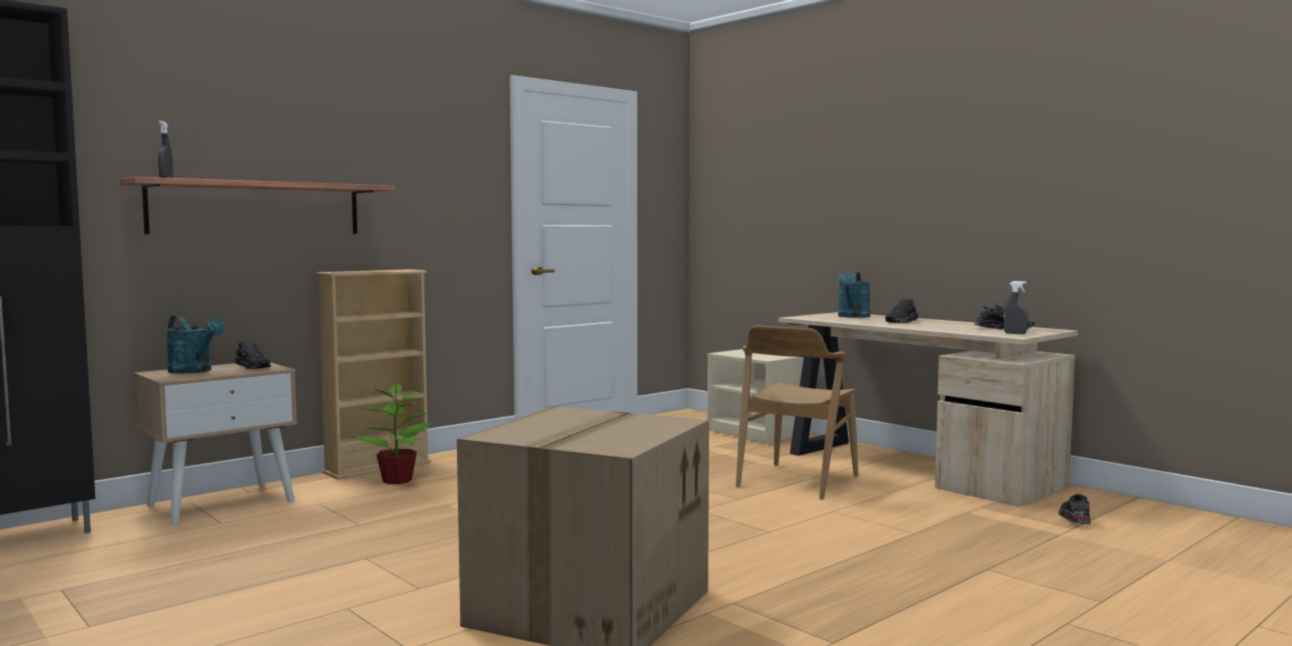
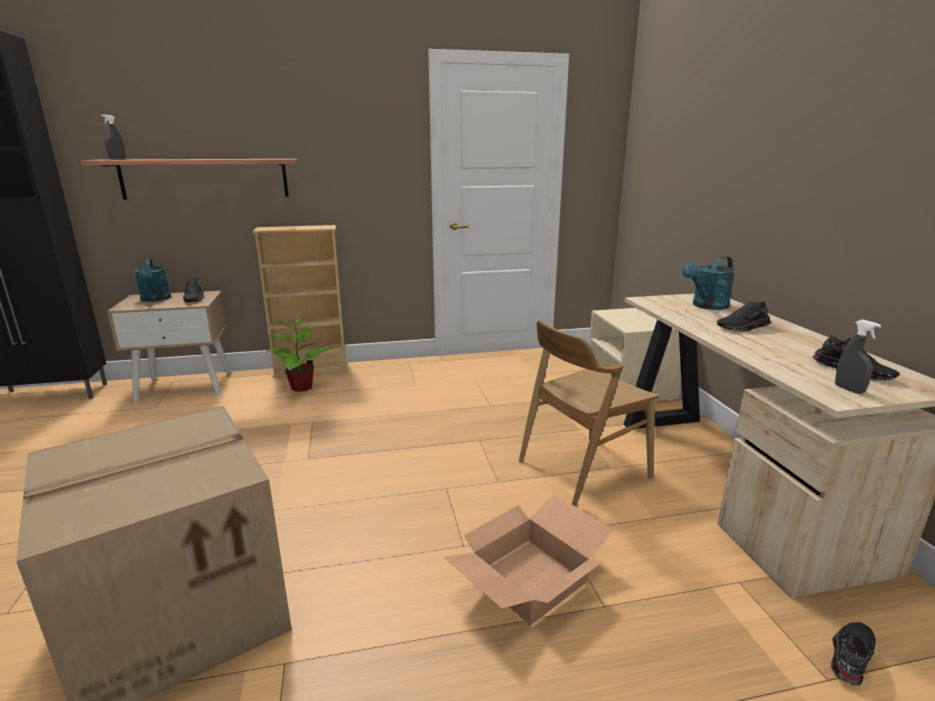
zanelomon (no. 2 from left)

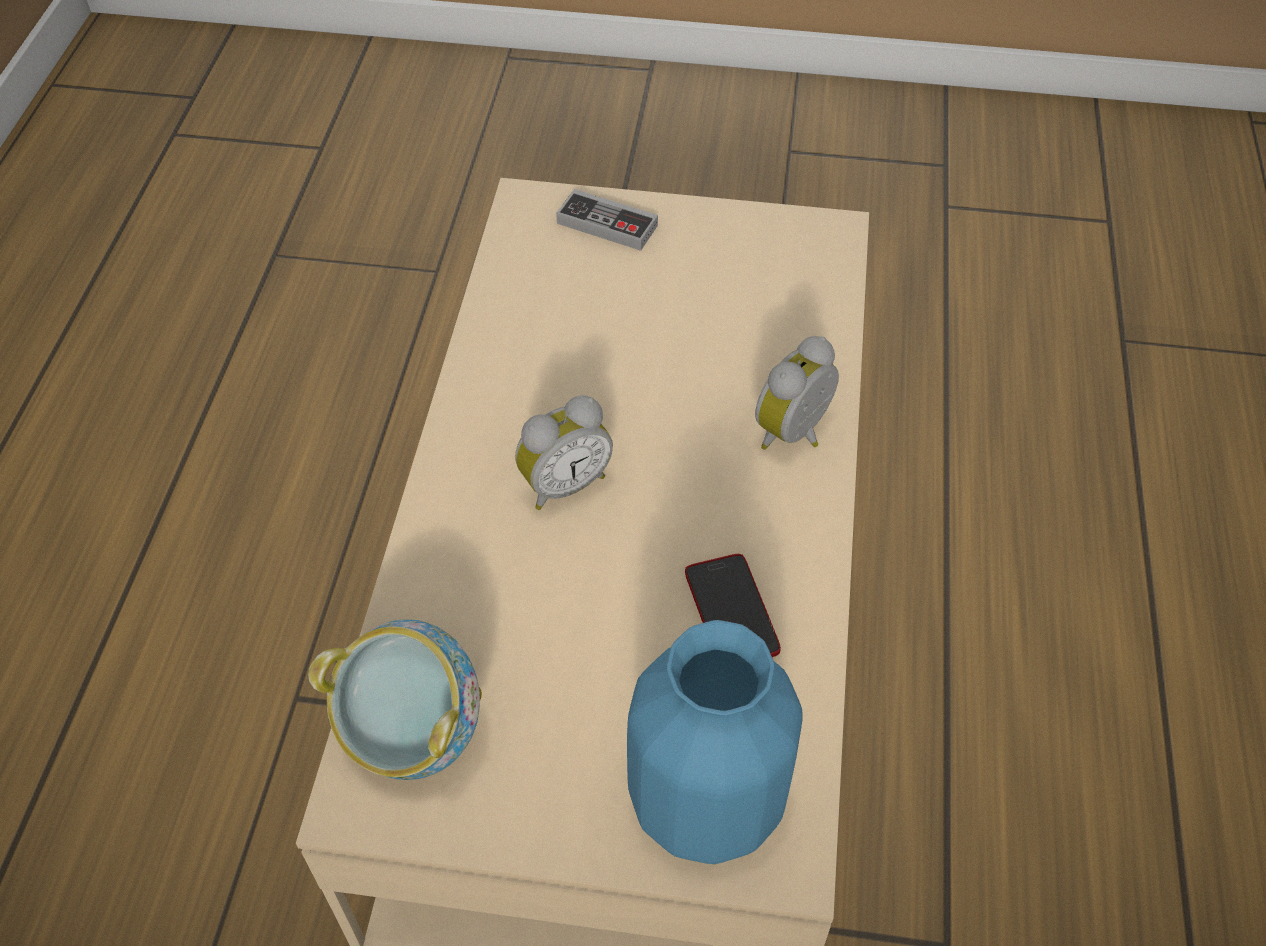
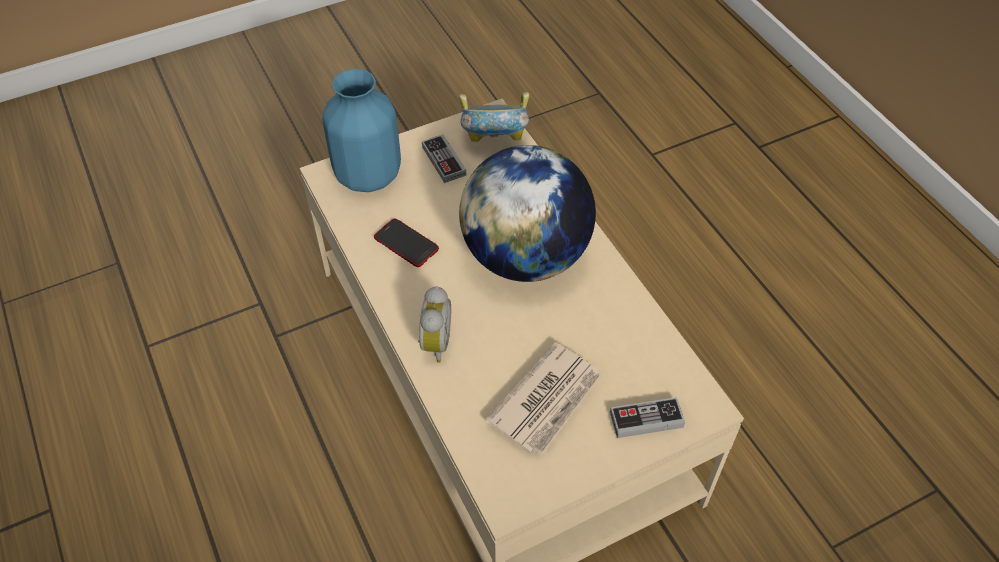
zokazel (no. 1 from left); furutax; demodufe

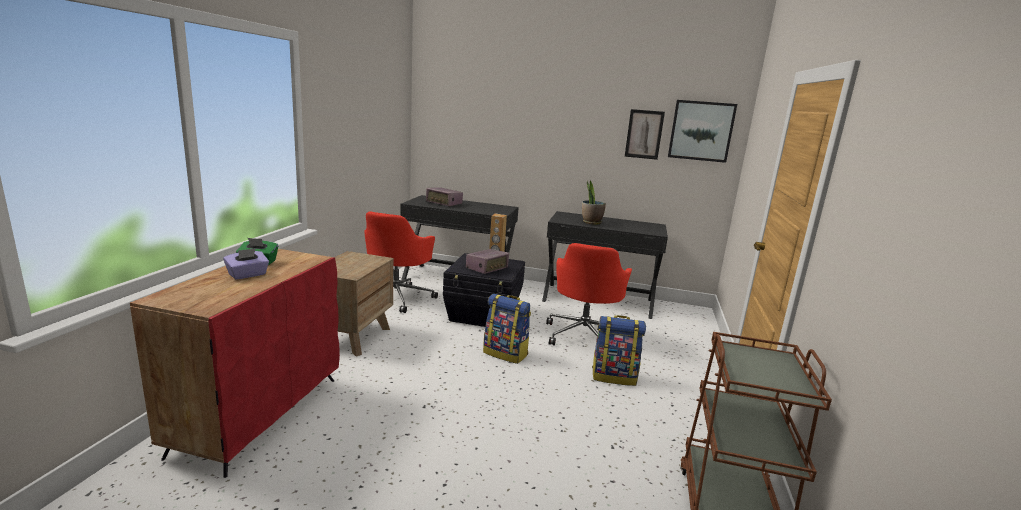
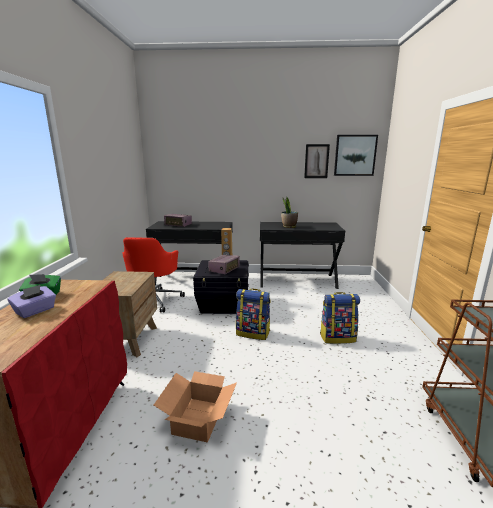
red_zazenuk (no. 2 from left in the first image); zanelomon

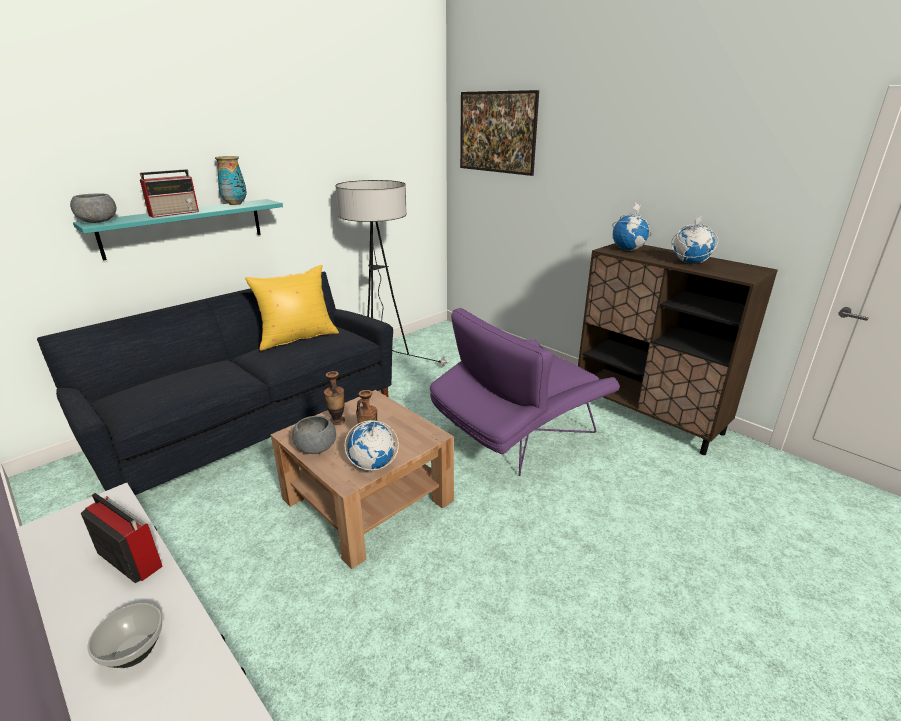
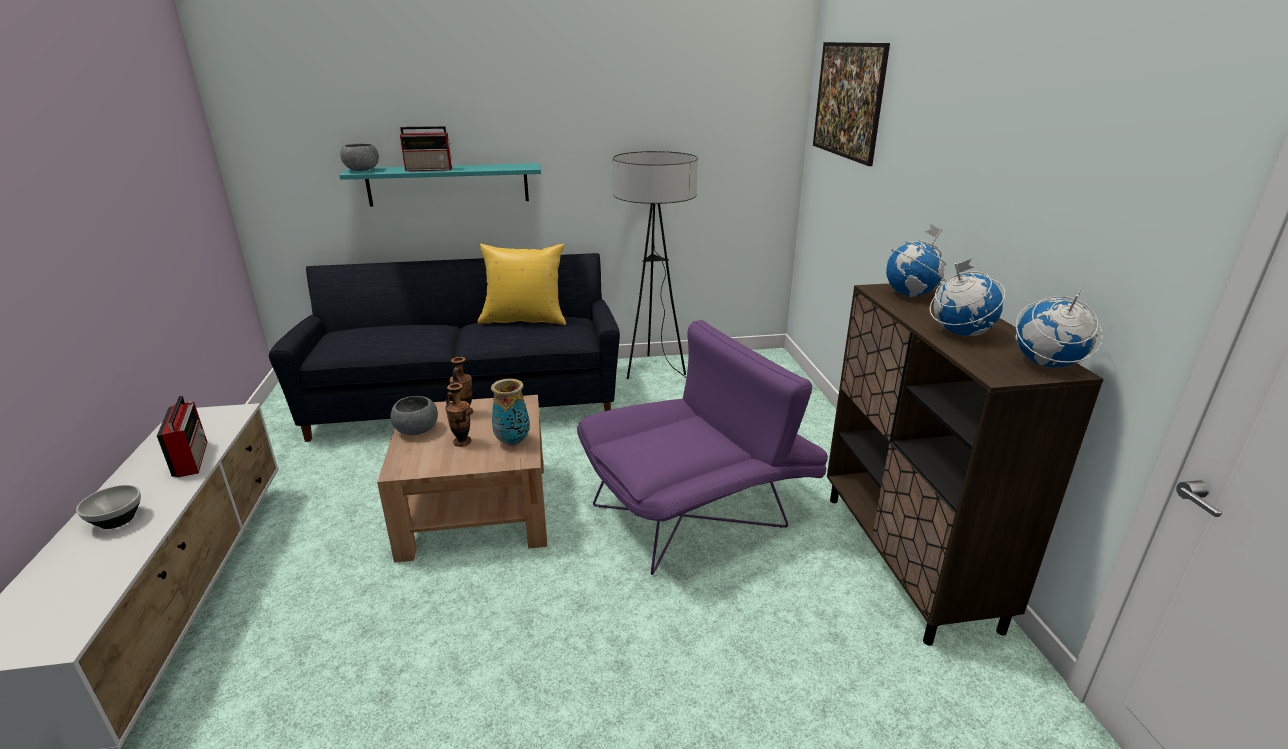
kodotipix (no. 3 from left); demodufe (no. 3 from left); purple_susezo

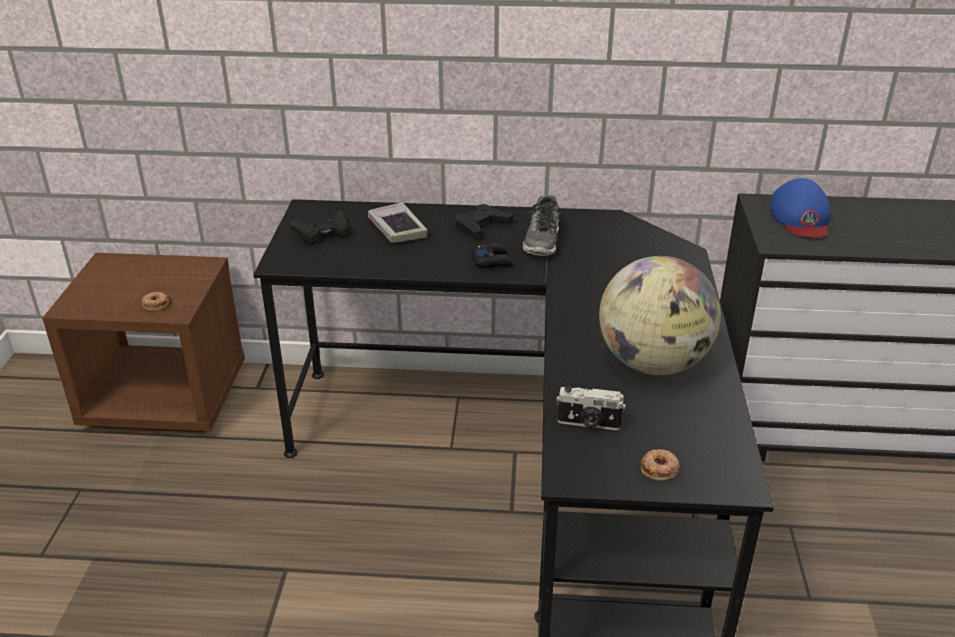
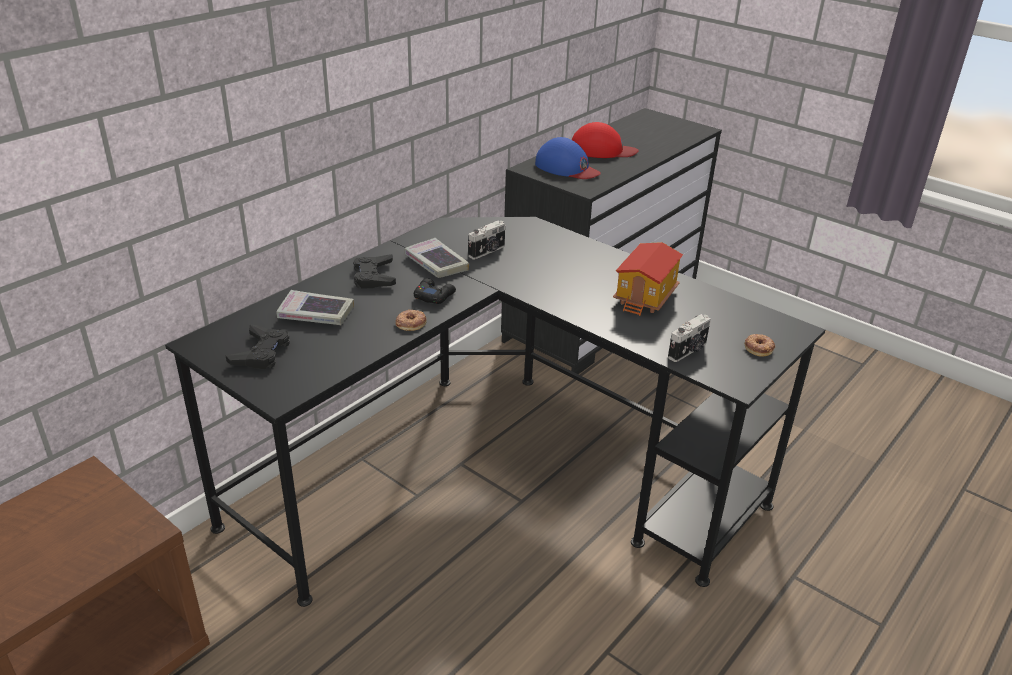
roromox (no. 1 from left); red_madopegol; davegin (no. 1 from left); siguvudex (no. 2 from left); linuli

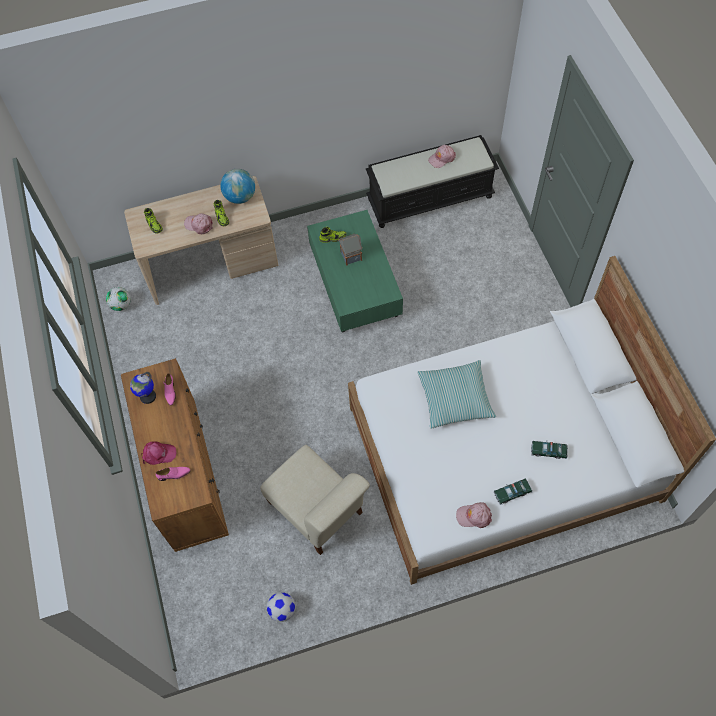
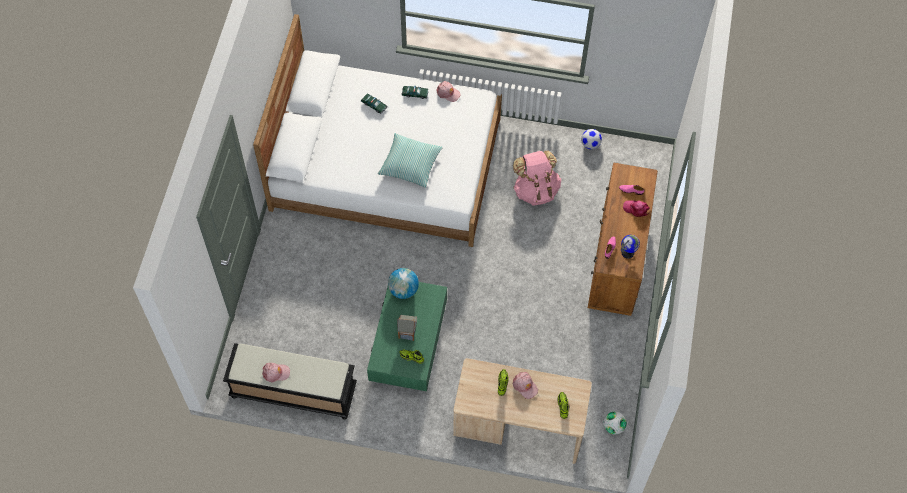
demodufe (no. 1 from left); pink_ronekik

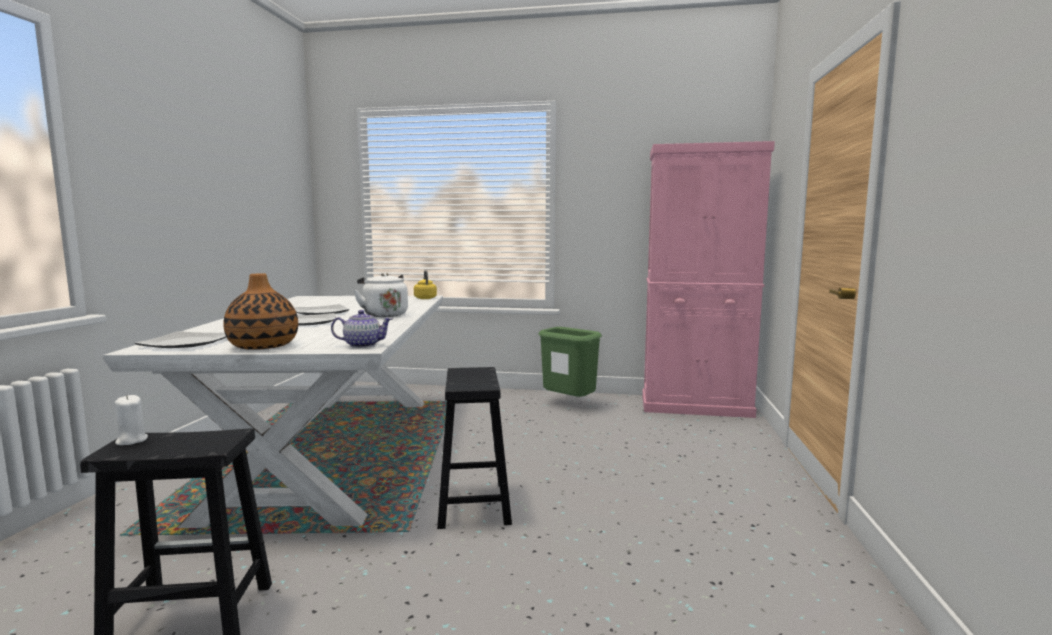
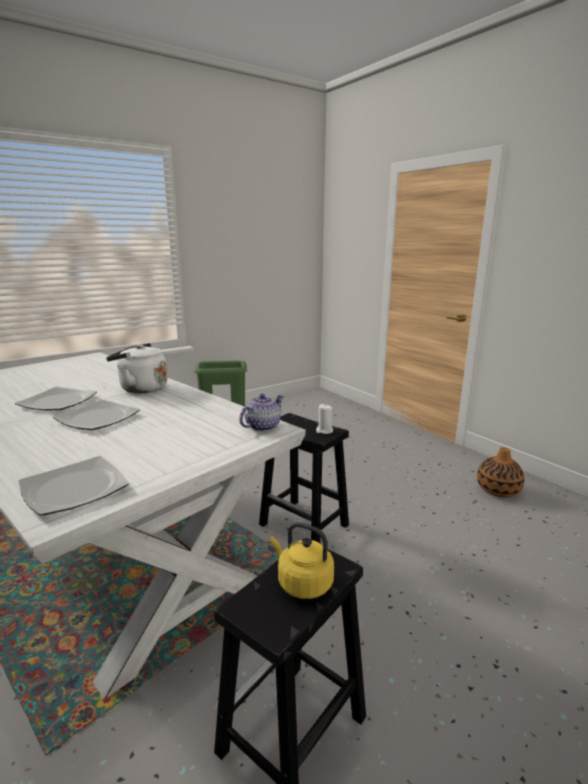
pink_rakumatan; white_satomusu; kodotipix; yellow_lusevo

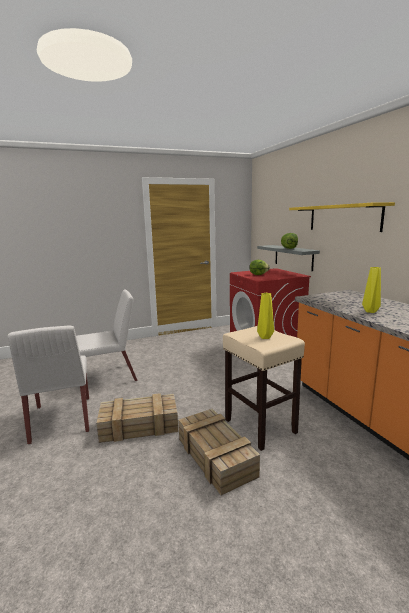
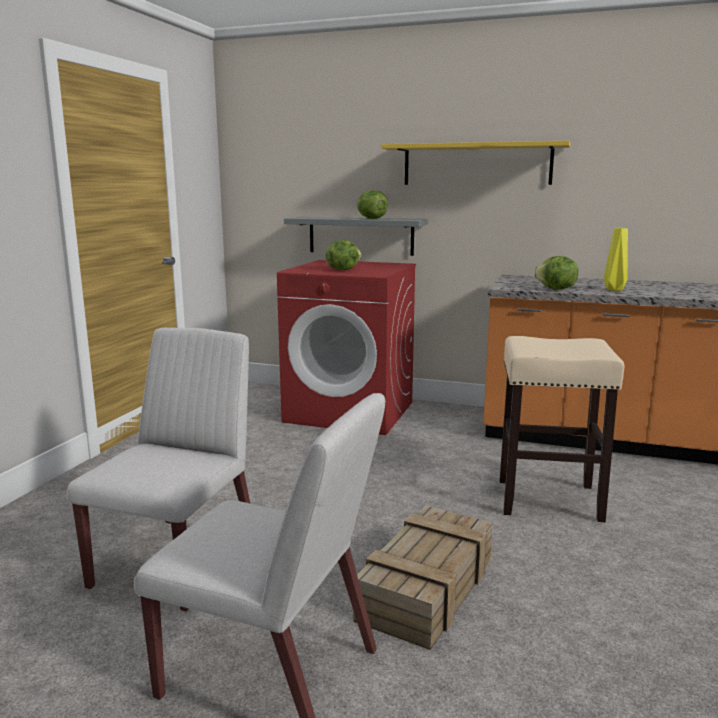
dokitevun (no. 2 from left in the first image); yellow_kodotipix (no. 1 from left in the first image); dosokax (no. 3 from left)

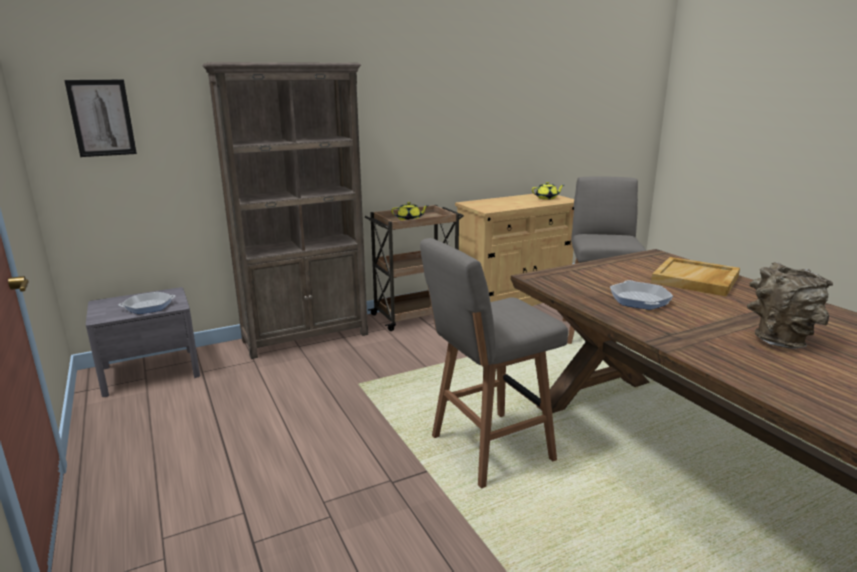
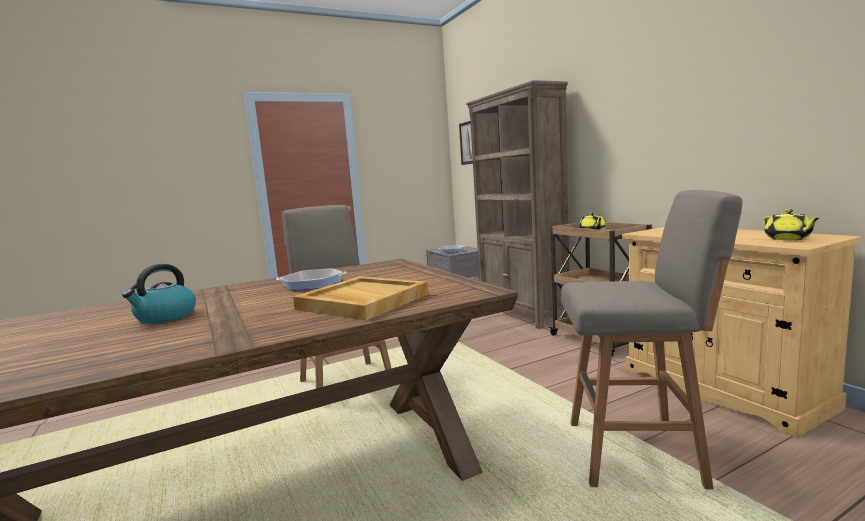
lusevo

